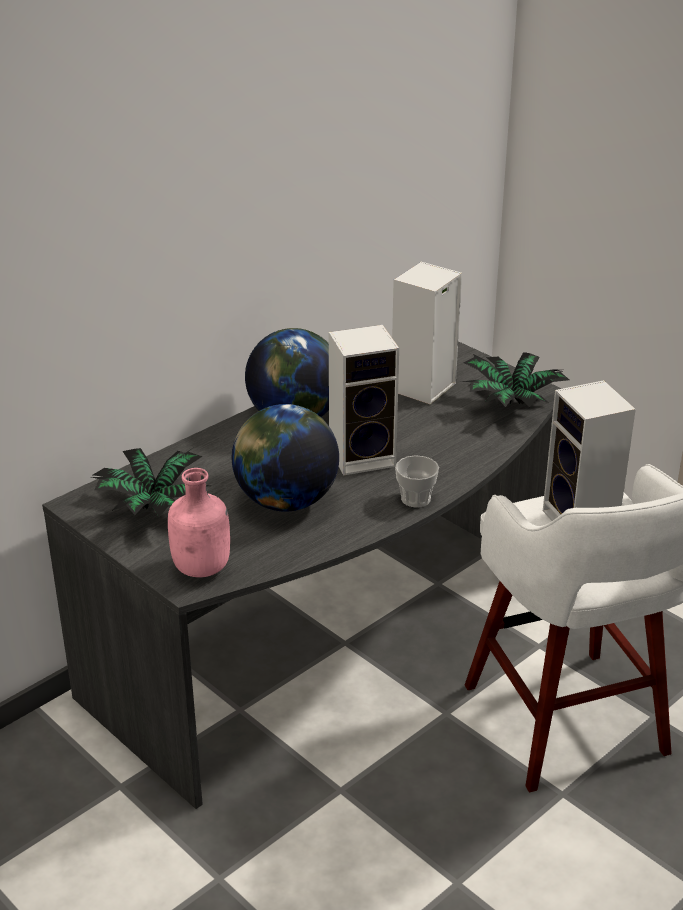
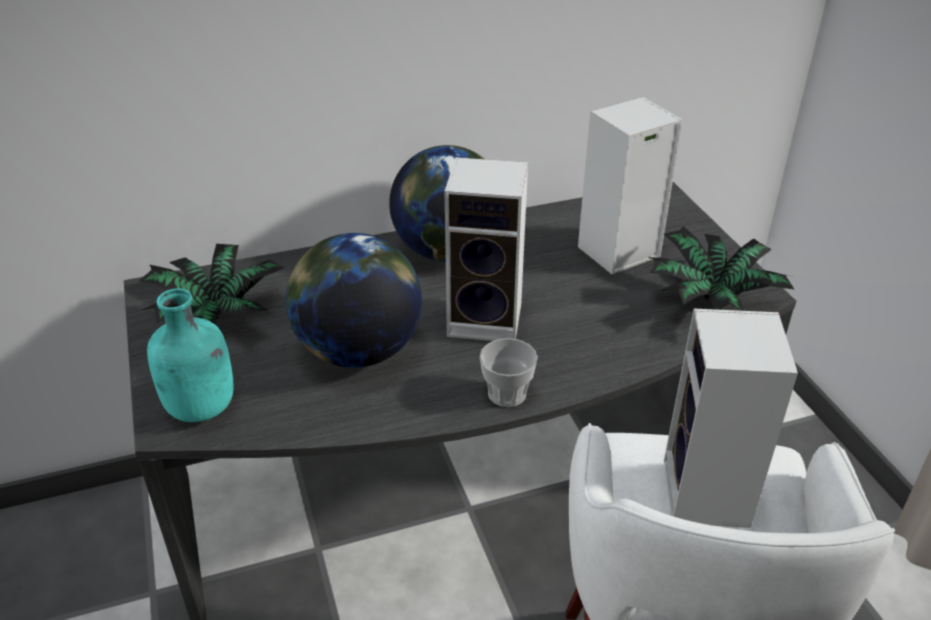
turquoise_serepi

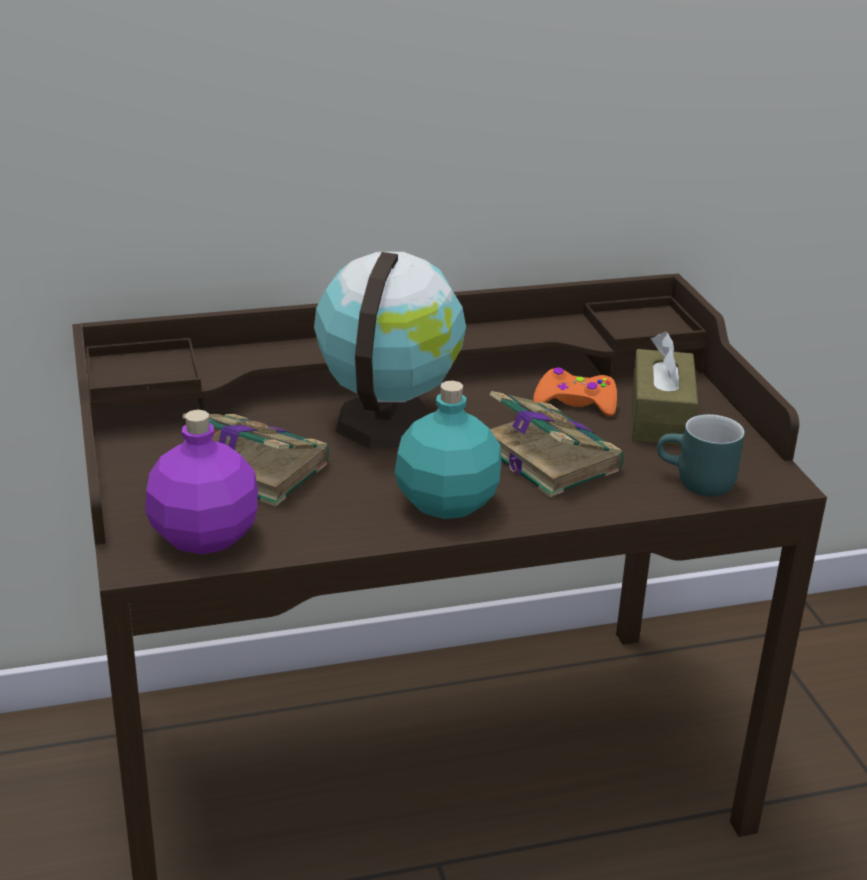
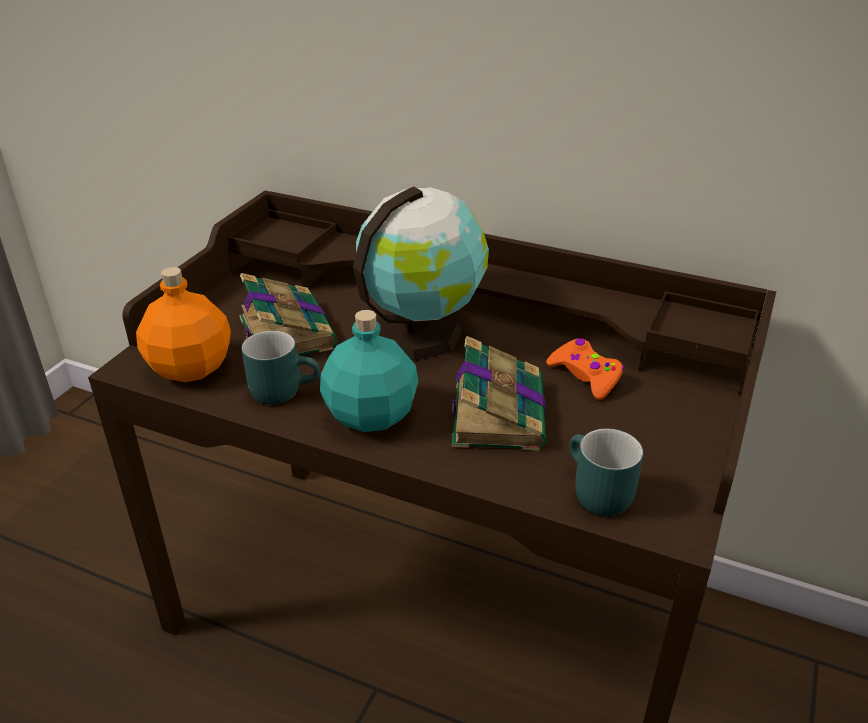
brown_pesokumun; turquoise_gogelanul (no. 1 from left); orange_serepi

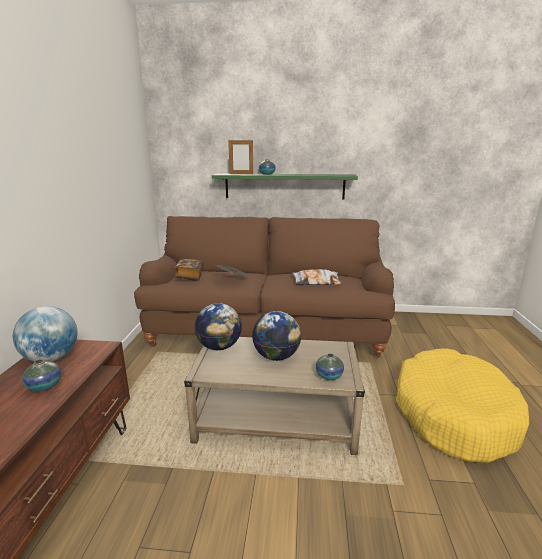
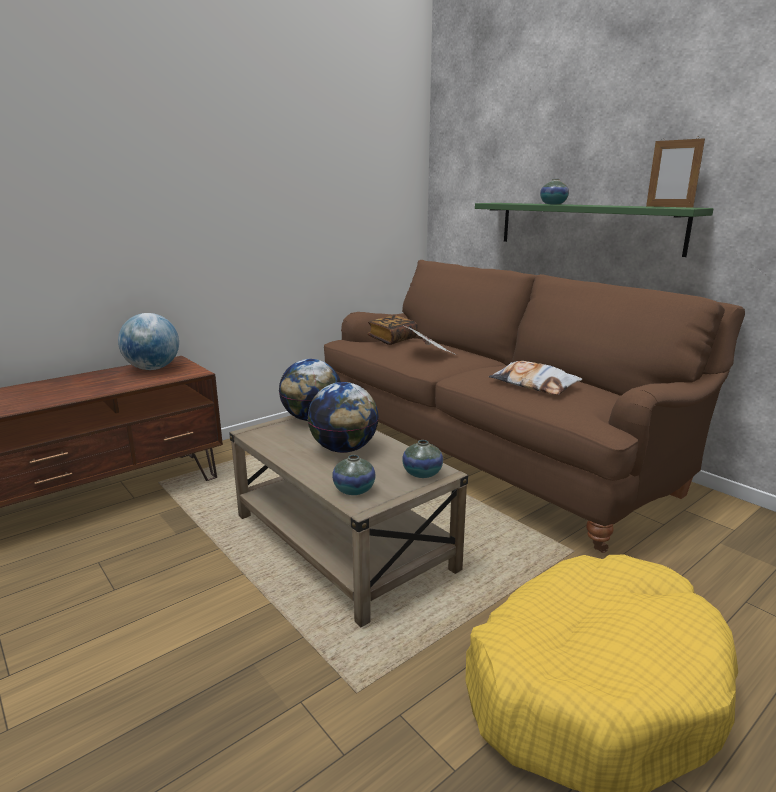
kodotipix (no. 2 from left); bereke

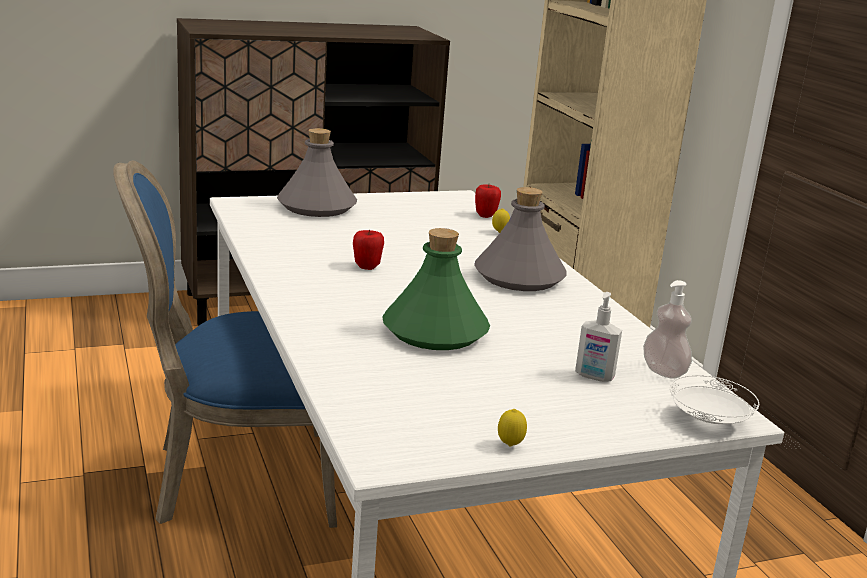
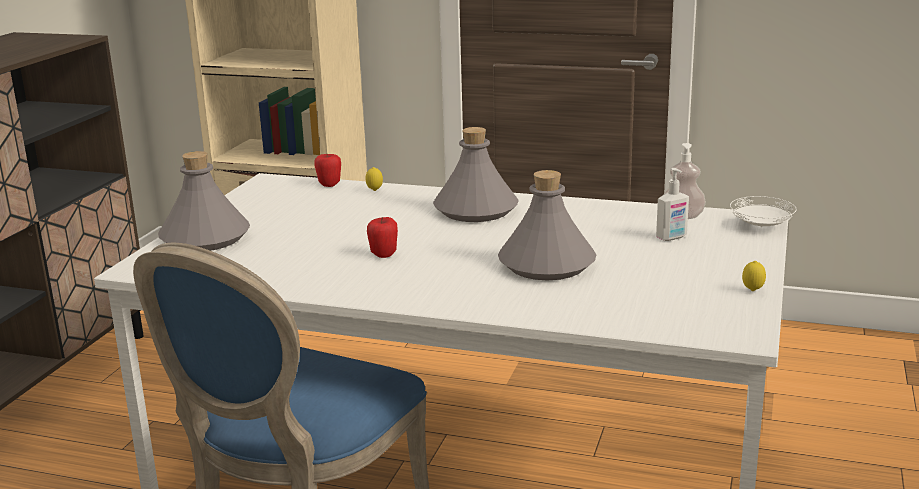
grey_serepi (no. 3 from left)

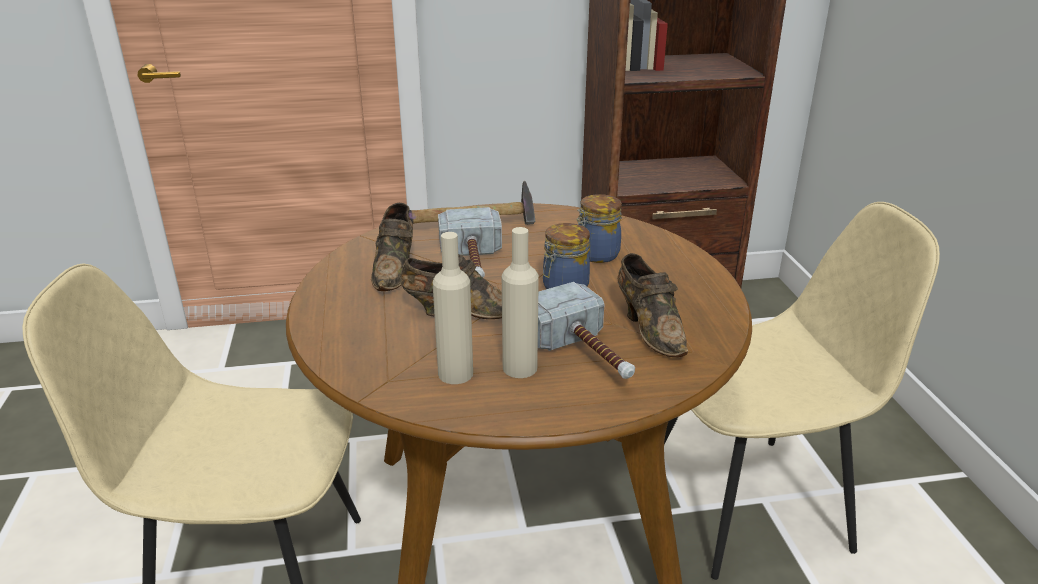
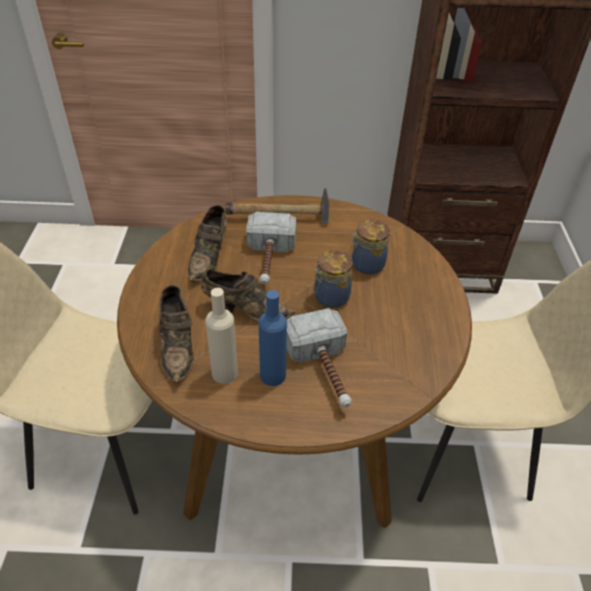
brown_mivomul (no. 1 from left); blue_serepi

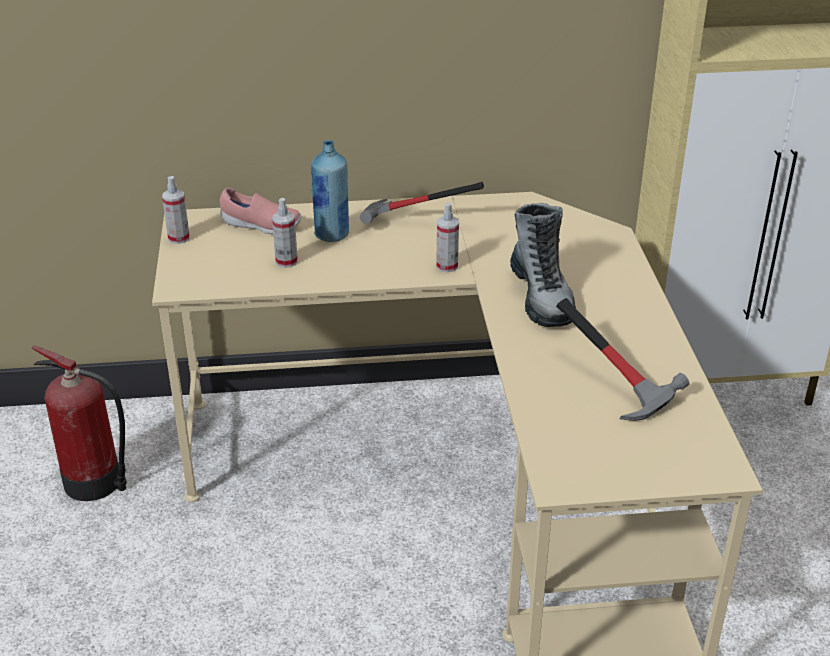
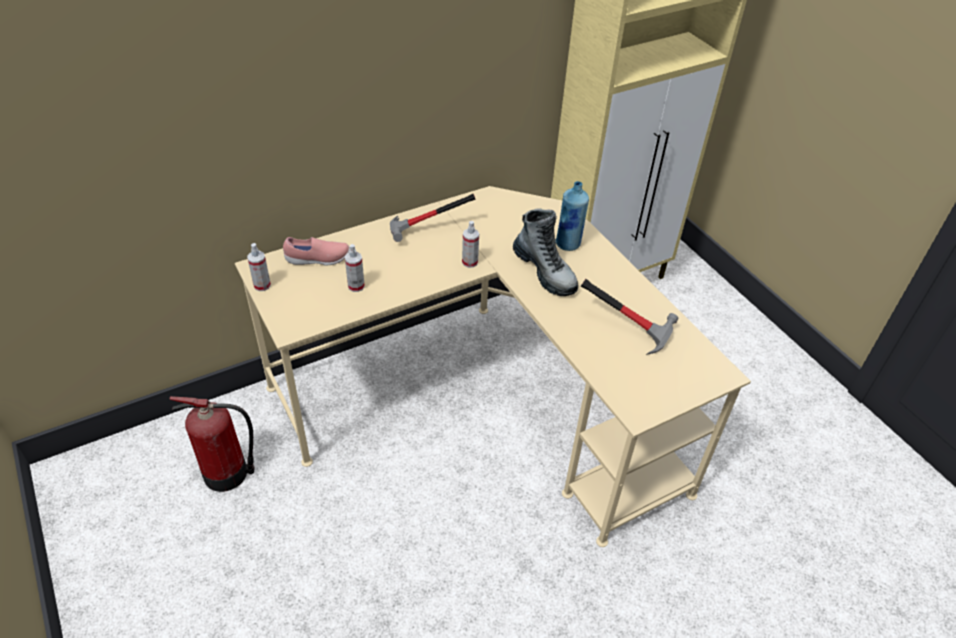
blue_serepi

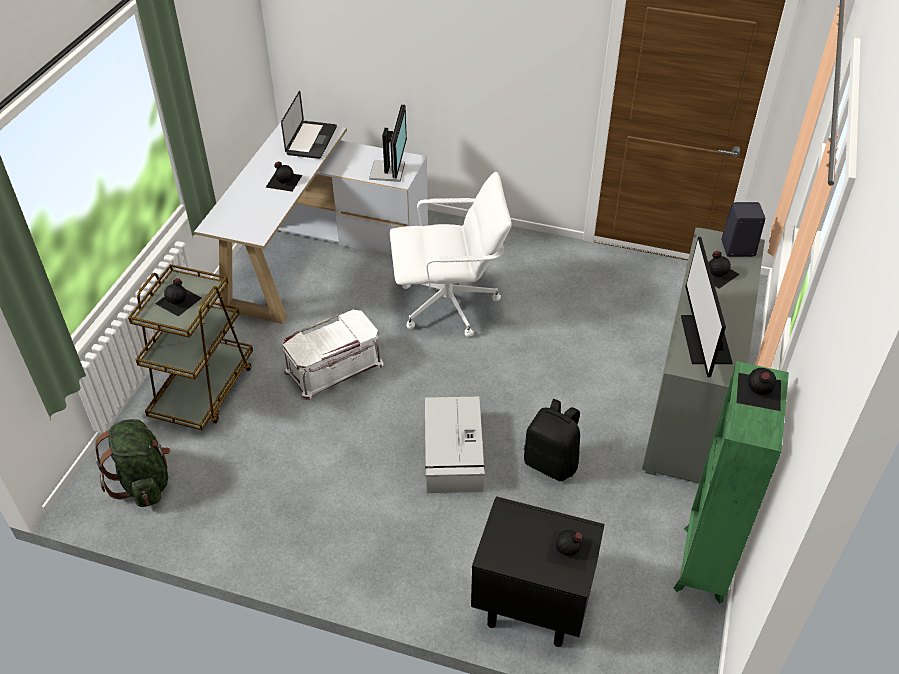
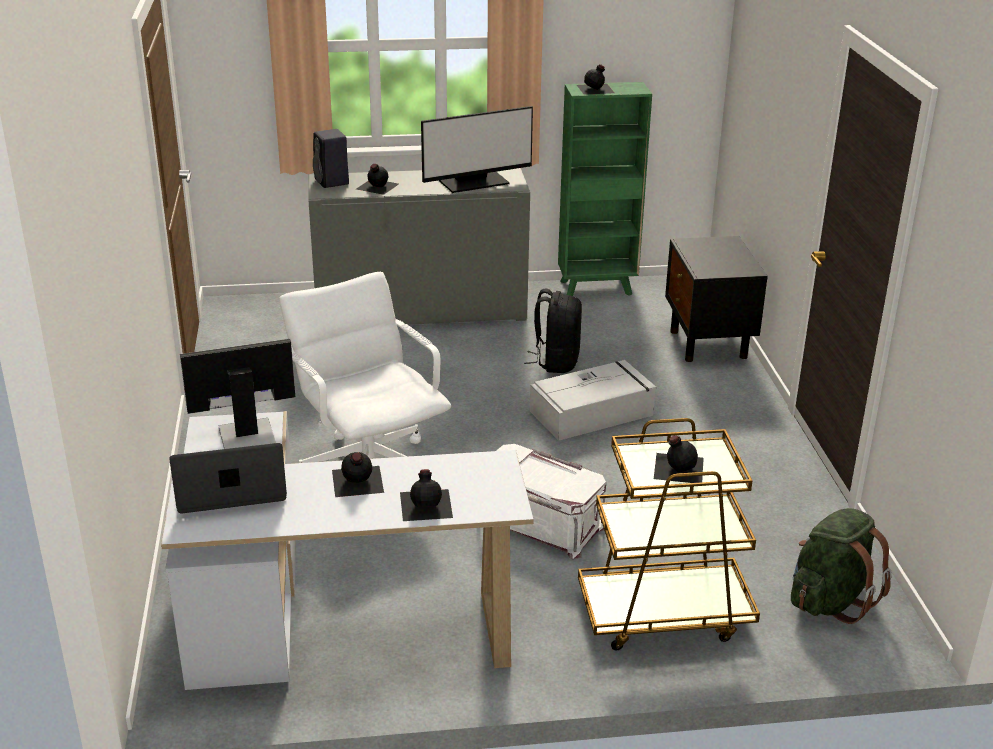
black_serepi (no. 3 from left)

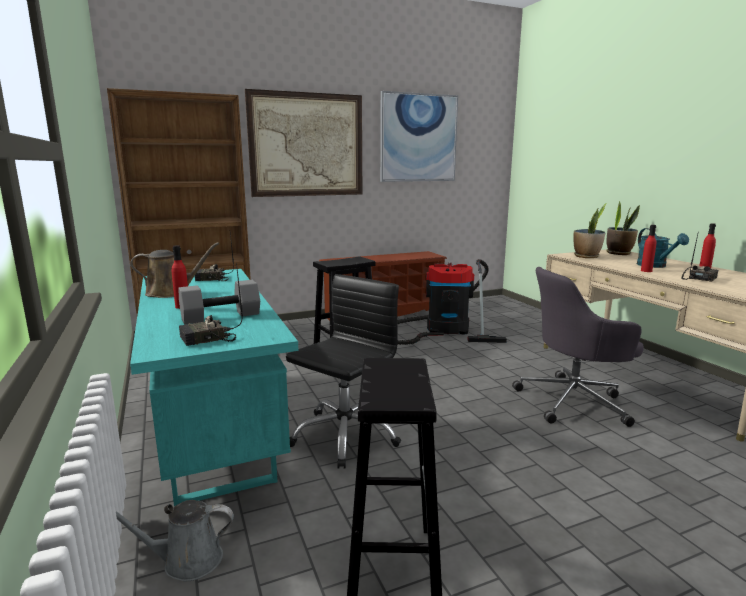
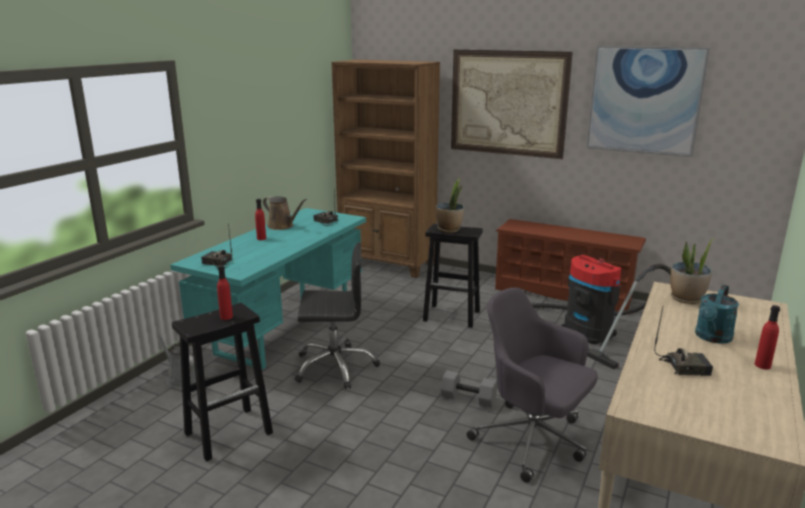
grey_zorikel; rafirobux (no. 1 from left); red_serepi (no. 1 from left)

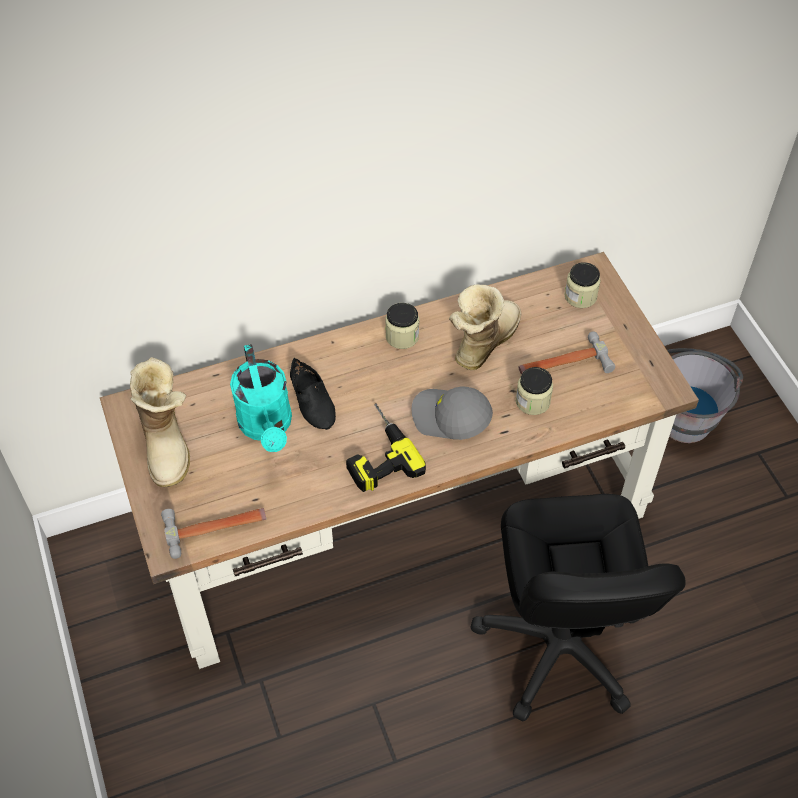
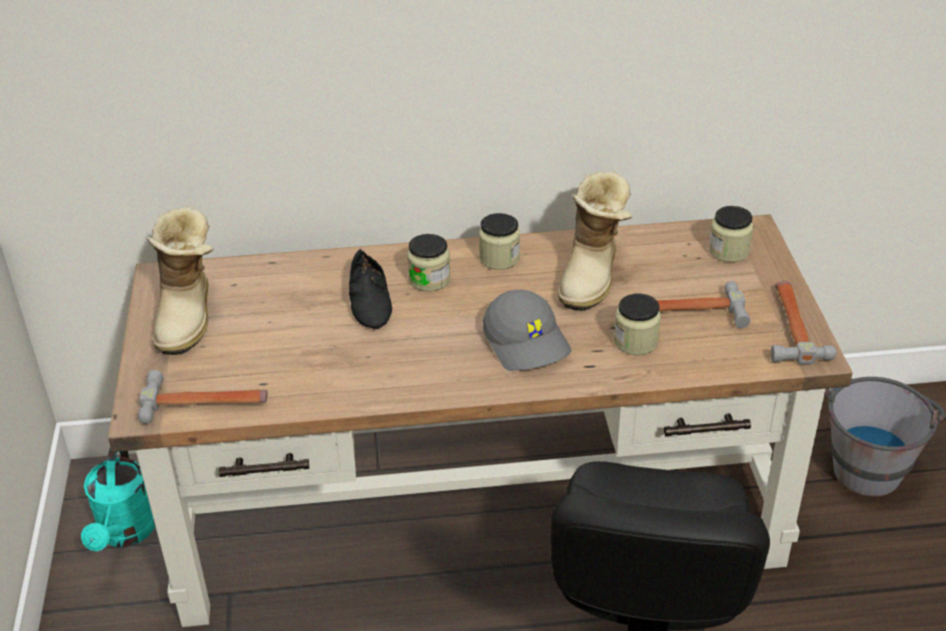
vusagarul; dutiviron (no. 1 from left); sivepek (no. 3 from left); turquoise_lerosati; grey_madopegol; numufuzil (no. 2 from left)

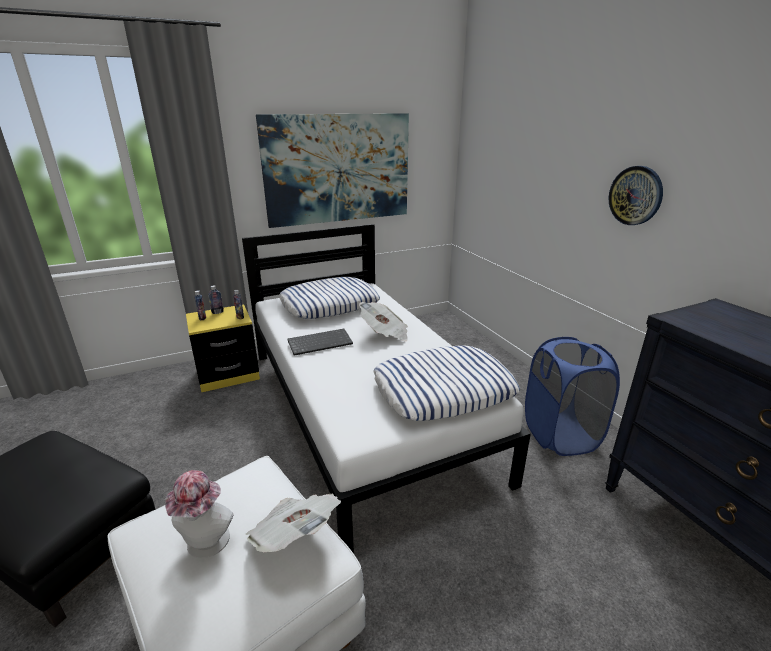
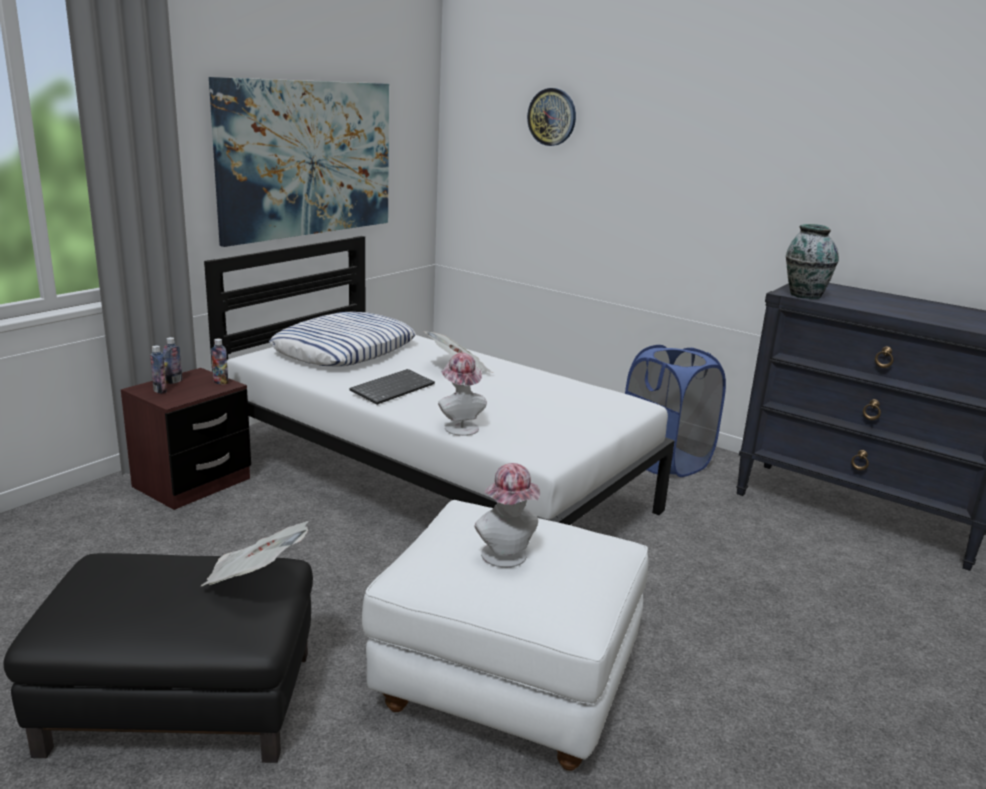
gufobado (no. 2 from left in the first image); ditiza (no. 1 from left); kodotipix; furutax (no. 1 from left); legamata; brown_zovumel

